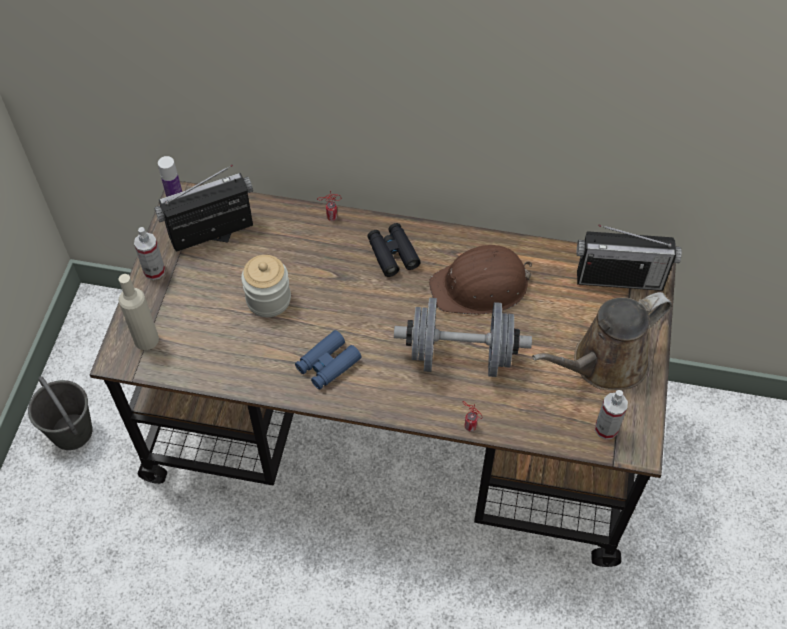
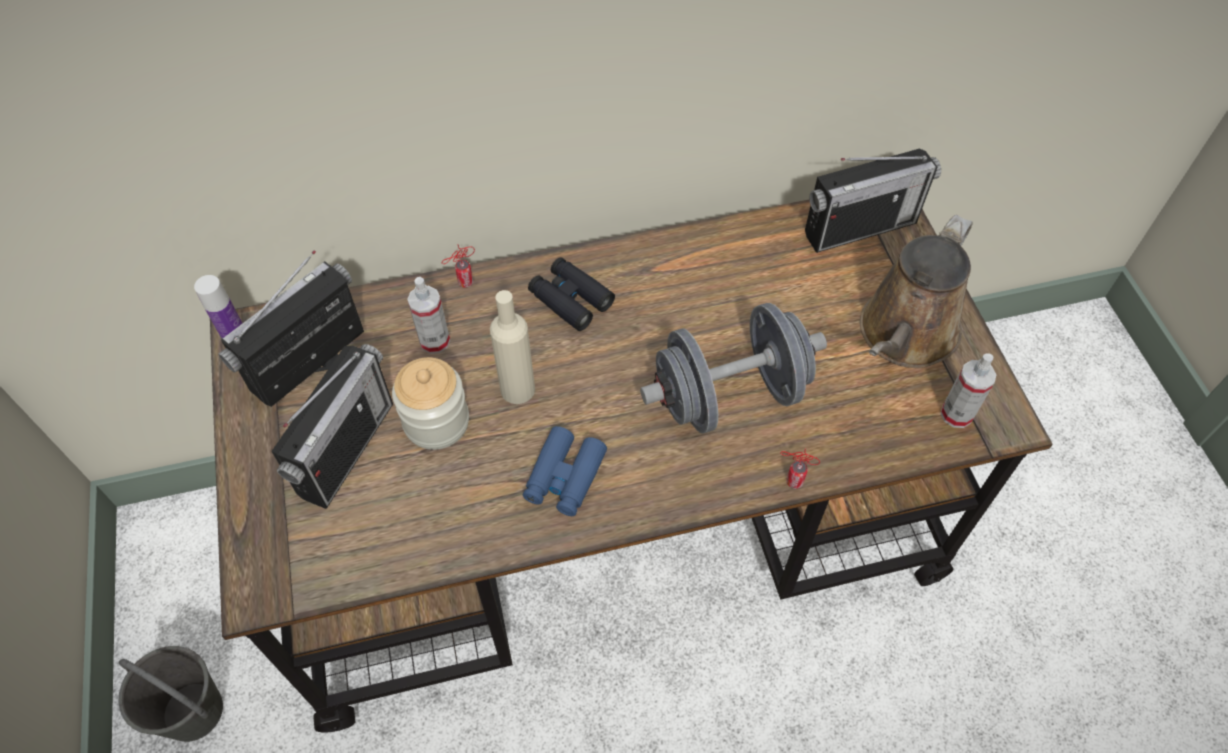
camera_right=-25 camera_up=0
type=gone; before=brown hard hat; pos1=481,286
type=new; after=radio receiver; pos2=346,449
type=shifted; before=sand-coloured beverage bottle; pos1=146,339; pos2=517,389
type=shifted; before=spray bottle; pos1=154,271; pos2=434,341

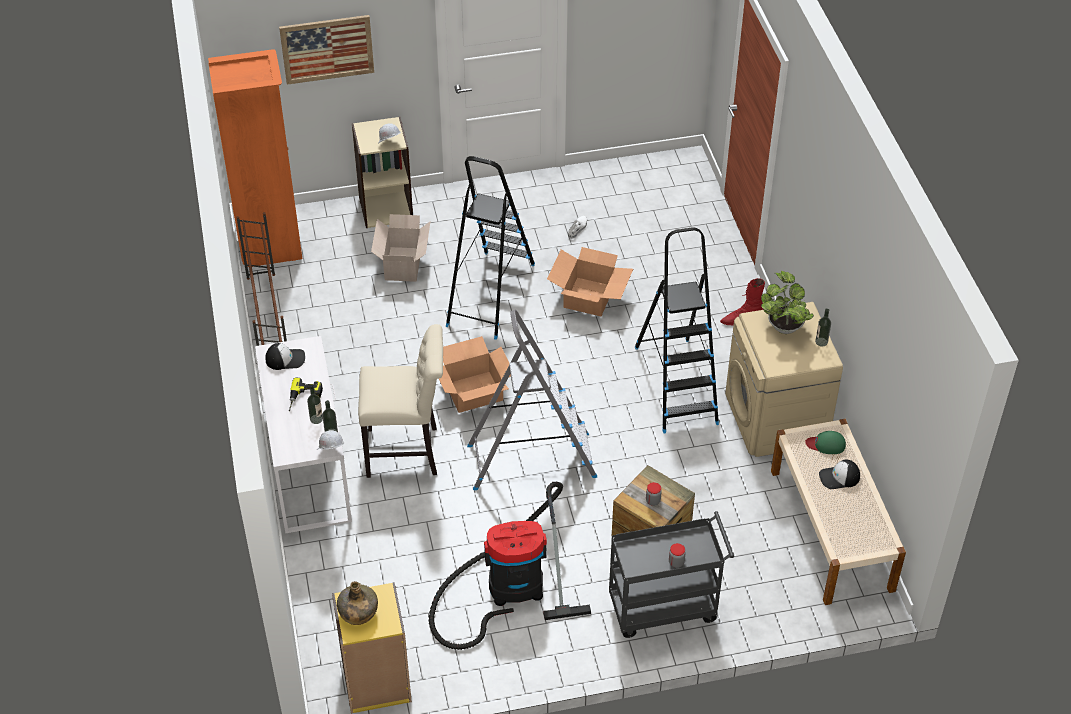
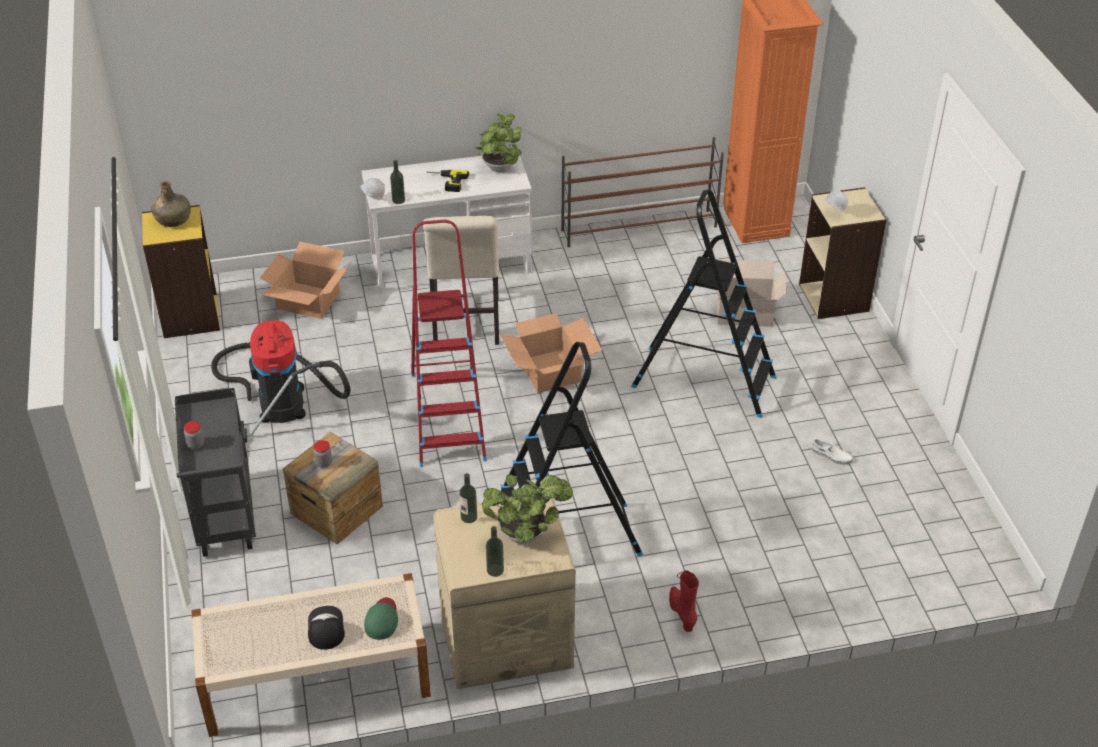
camera_right=90 camera_up=-5
type=gone; before=picture; pos1=327,49
type=shifted; before=beverage bottle; pos1=316,419; pos2=469,517
type=shifted; before=cardboard box; pos1=589,297; pos2=308,301
type=swapped; before=cap; after=houseplant; pos1=285,359; pos2=499,169
type=repainted; before=greyish step stool; after=reddish step stool; pos1=532,461; pos2=448,416

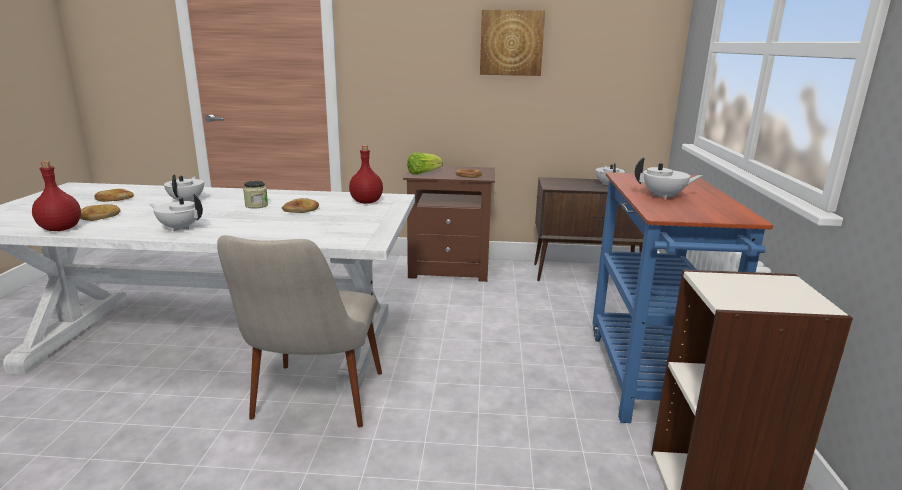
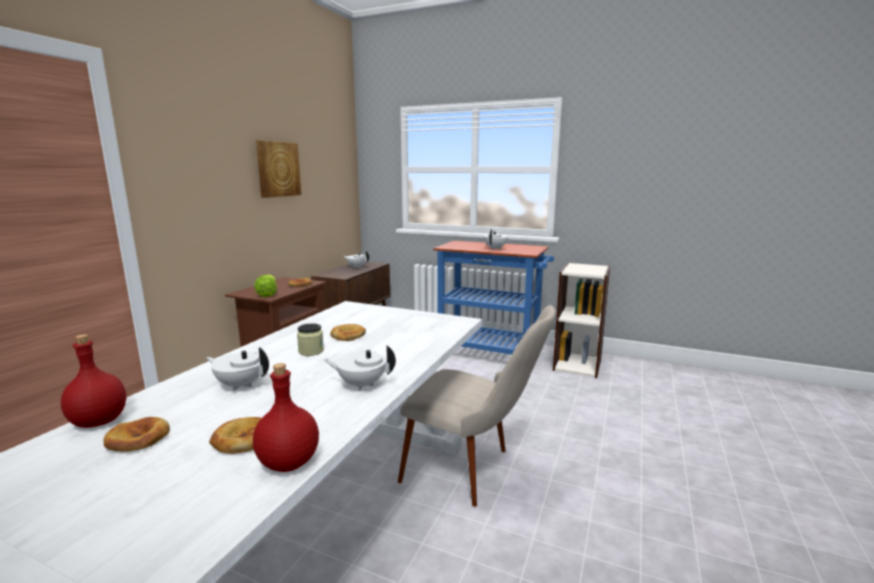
camera_right=-70 camera_up=-5
type=shifted; before=reddish beverage bottle; pos1=367,202; pos2=99,421
type=rotated; before=whitish tea pot; pos1=180,228; pos2=361,384; turn=60

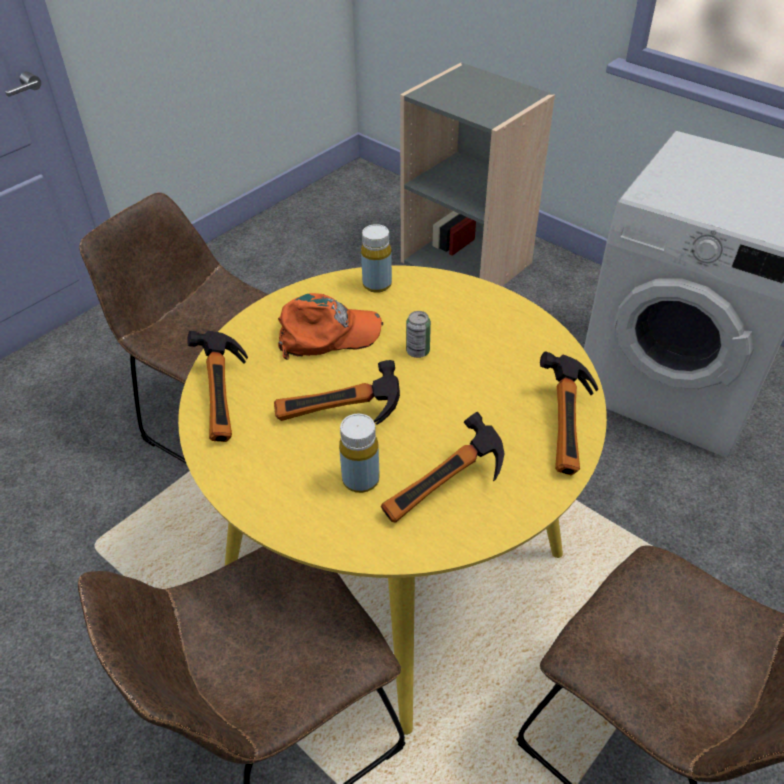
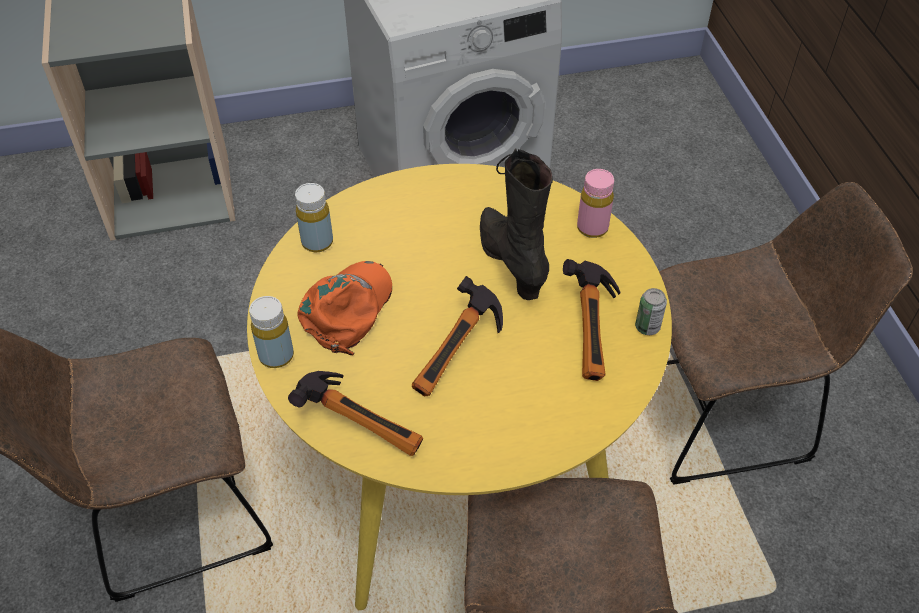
camera_right=-55 camera_up=5
type=new; after=blackish high-top boot; pos2=511,262
type=shifted; before=yellow-coloured beverage bottle; pos1=360,480; pos2=276,356
type=shifted; before=can; pos1=417,351; pos2=647,327
type=swapped; before=tool hammer; after=pink-coloured beverage bottle; pos1=570,428; pos2=592,228

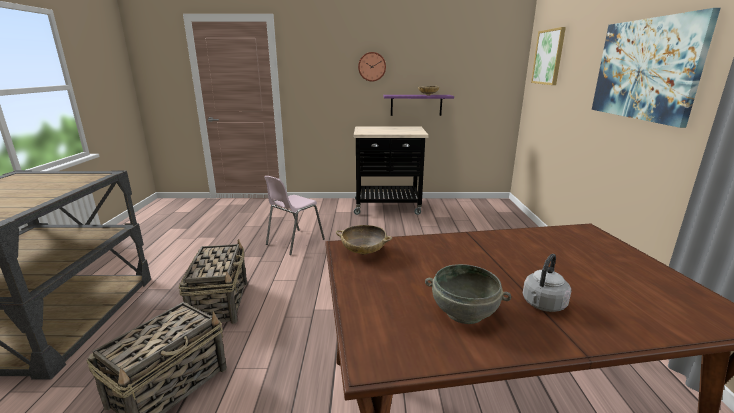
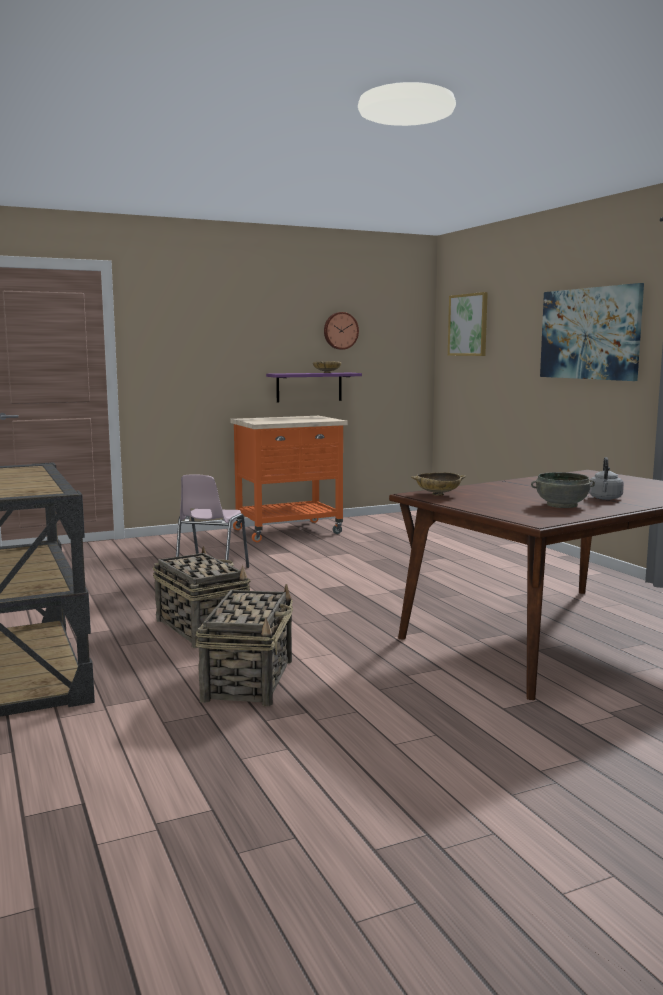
camera_right=-25 camera_up=-10
type=shifted; before=wall clock; pos1=372,66; pos2=340,330
type=repainted; before=blackish trolley; after=orange-coloured trolley; pos1=387,207; pos2=288,531

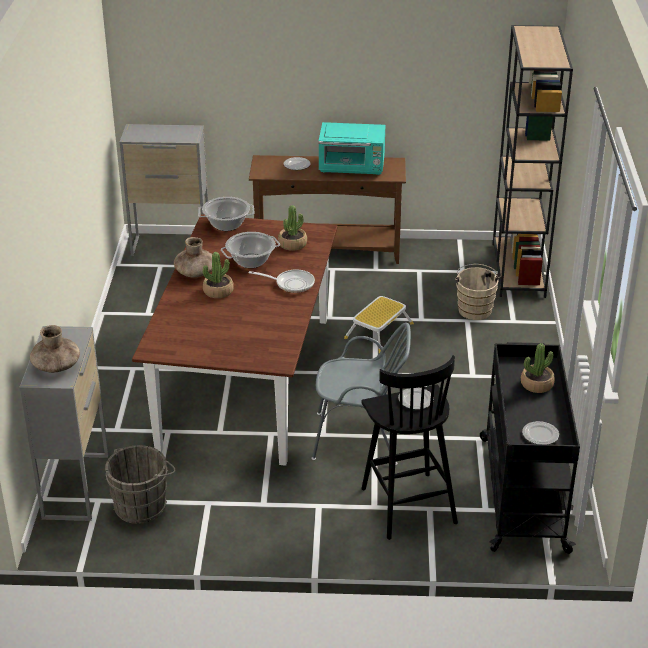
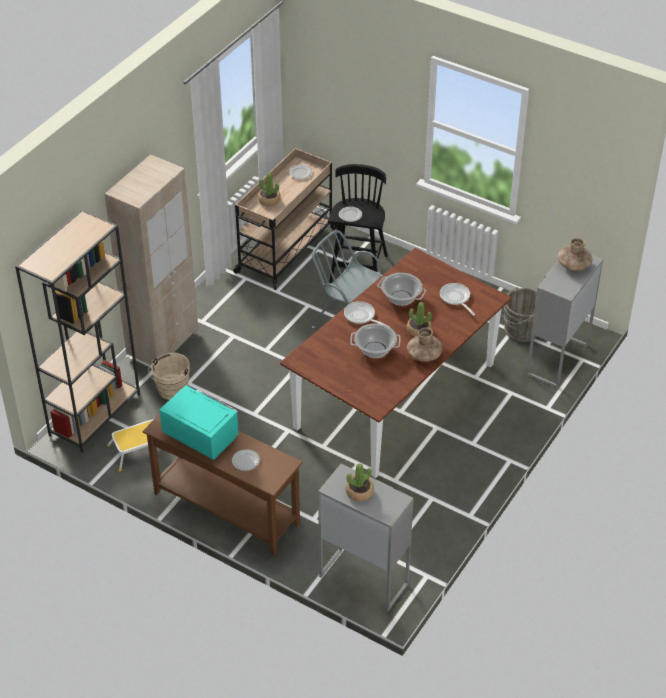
camera_right=-150 camera_up=10
type=new; after=sand-coloured storage cabinet; pos2=163,344
type=new; after=skillet; pos2=456,298
type=shifted; before=saucepot; pos1=226,224; pos2=401,298
type=shifted; before=houseplant; pos1=292,244; pos2=359,492
type=shifted; before=yellow-coloured step stool; pos1=379,331; pos2=139,449
type=repainted; before=blackish trolley; after=sand-coloured trolley; pos1=522,491; pos2=285,251

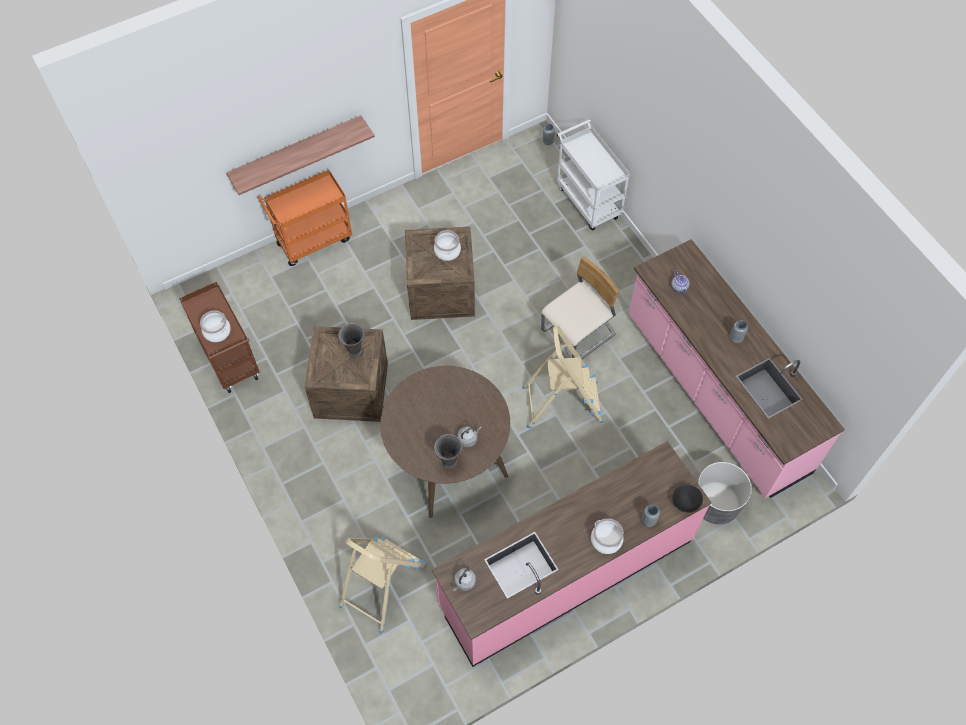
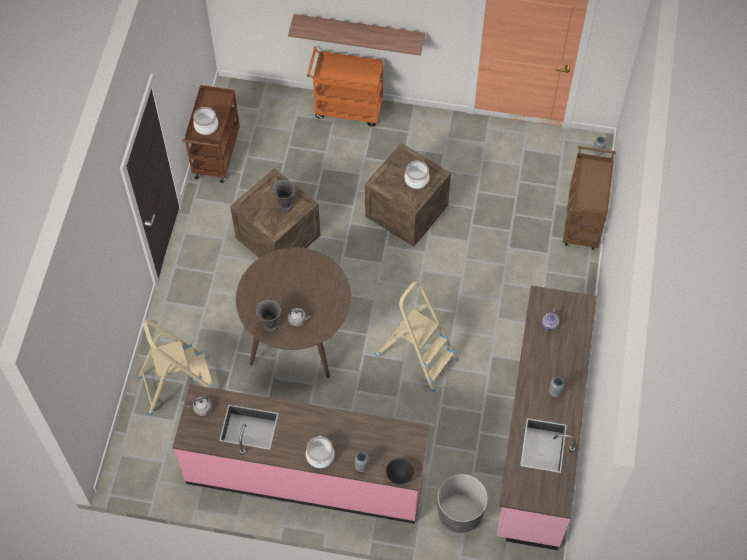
camera_right=40 camera_up=0
type=gone; before=sand-coloured plain chair; pos1=578,334
type=repainted; before=whitish trolley; after=brown trolley; pos1=586,202; pos2=582,221

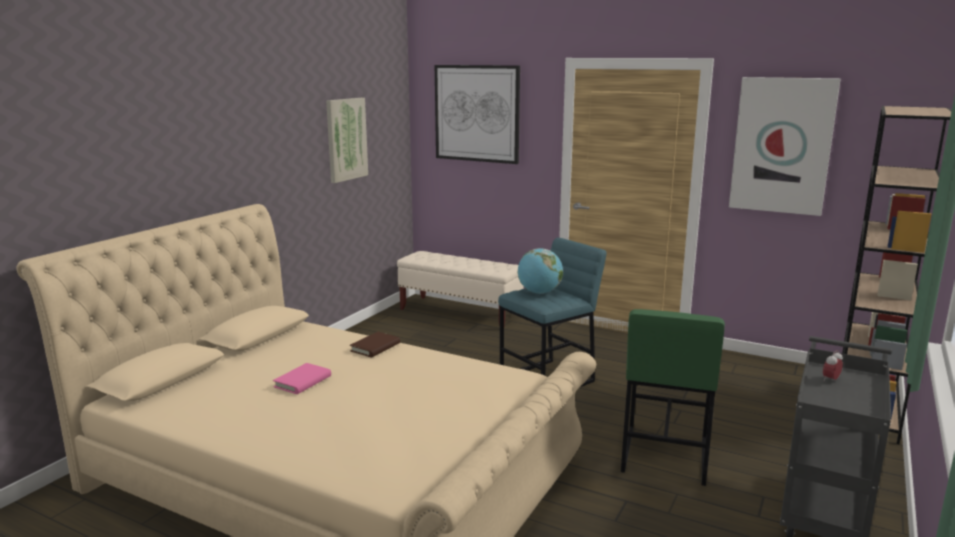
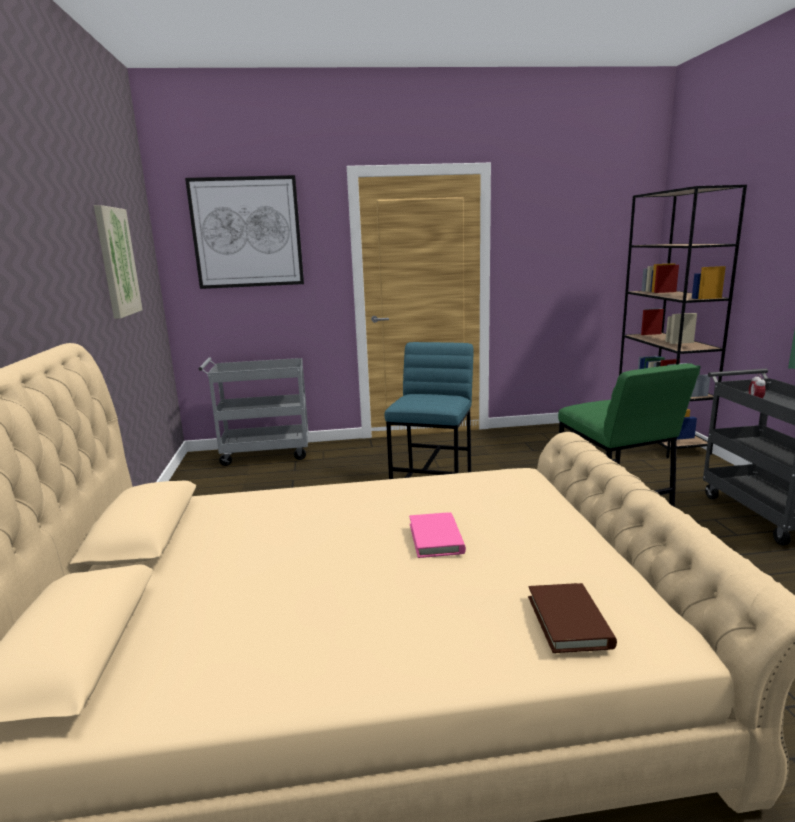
camera_right=-35 camera_up=0
type=gone; before=world globe; pos1=539,293
type=gone; before=picture; pos1=782,145
type=shifted; before=pink-coloured book; pos1=303,381; pos2=436,538
type=shifted; before=brown book; pos1=375,347; pos2=569,621
type=swapped; before=sand-coloured long seat; after=greyish trolley; pos1=460,313; pos2=263,456

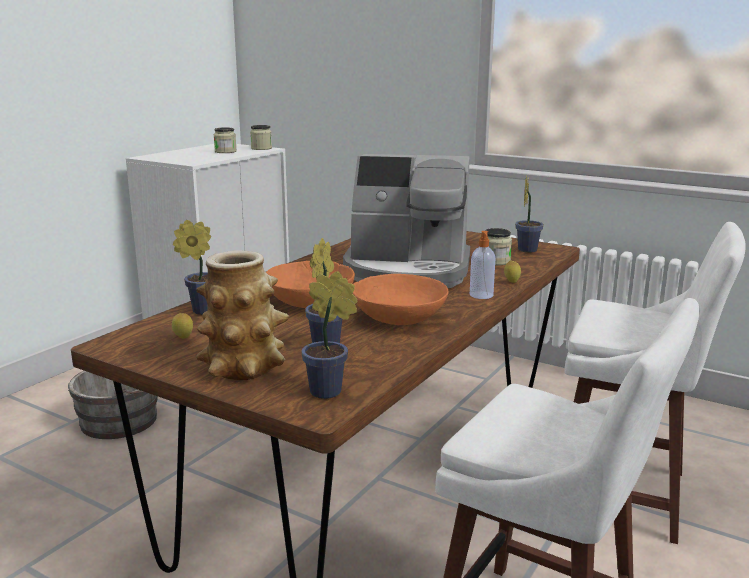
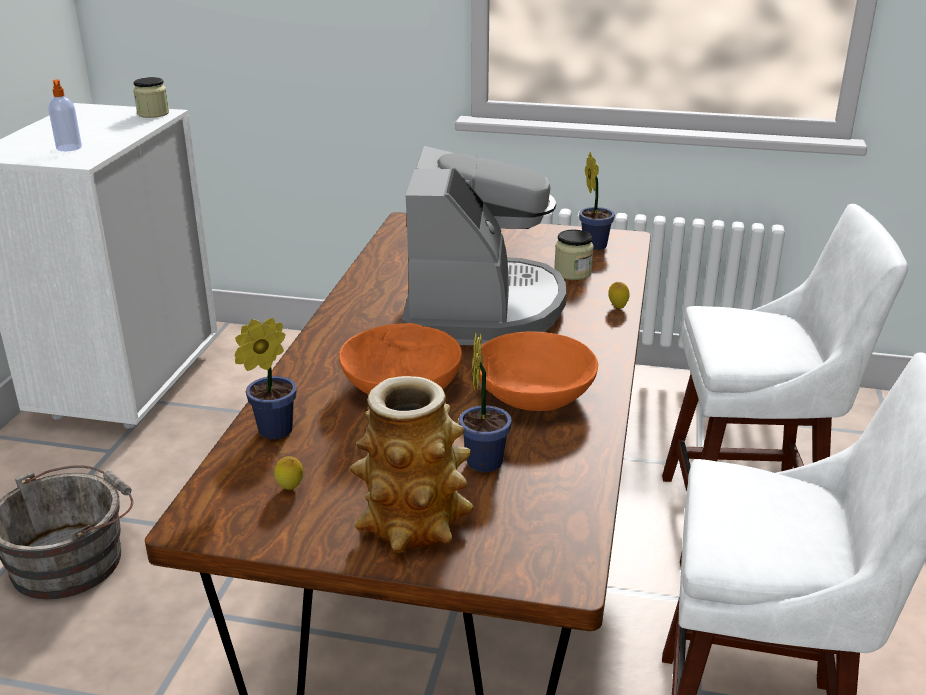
camera_right=-20 camera_up=10
type=gone; before=storage jar; pos1=225,151
type=gone; before=houseplant; pos1=330,392
type=shifted; before=soap dispenser; pos1=481,295; pos2=69,148
type=rotated; before=coffee maker; pos1=408,271; pos2=481,308; turn=-75

